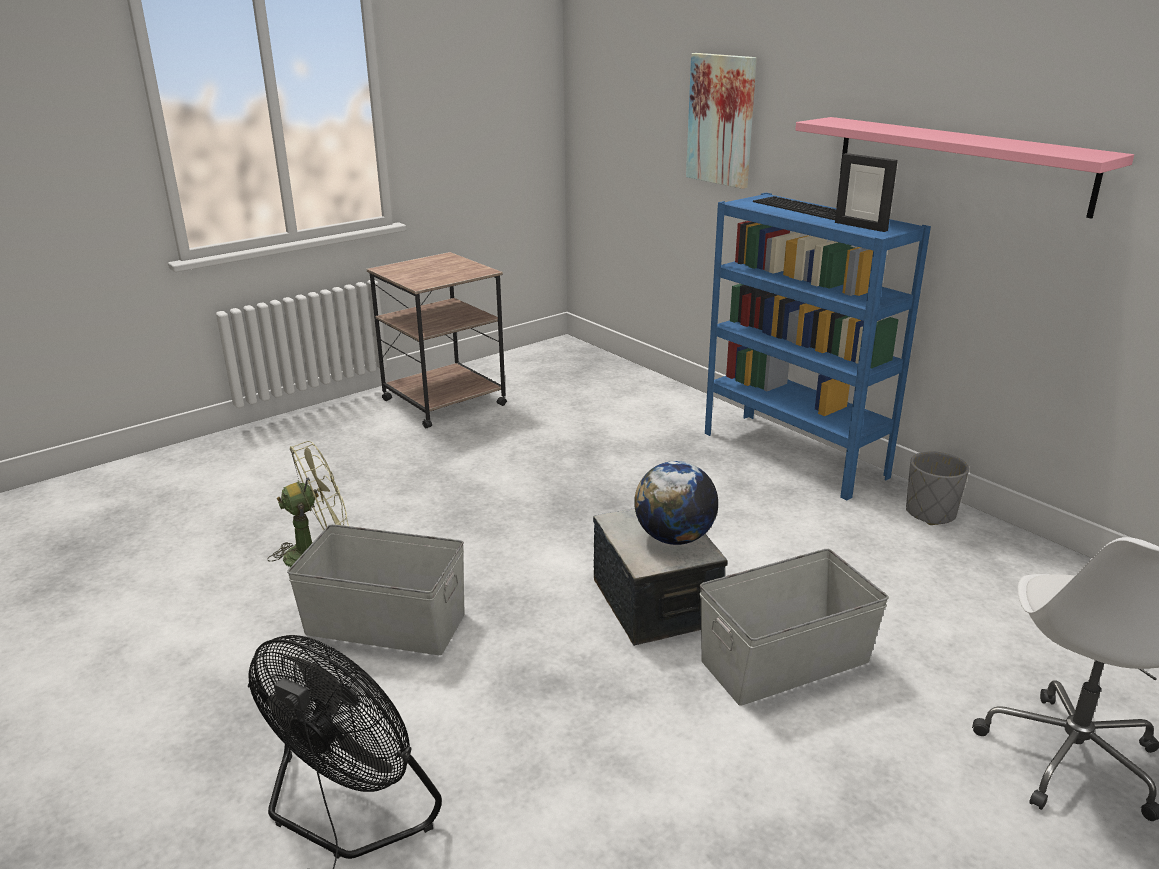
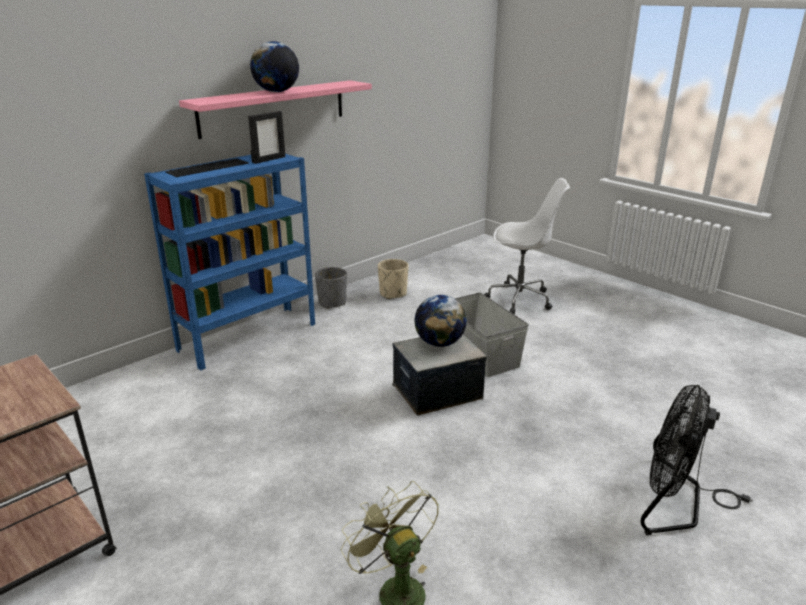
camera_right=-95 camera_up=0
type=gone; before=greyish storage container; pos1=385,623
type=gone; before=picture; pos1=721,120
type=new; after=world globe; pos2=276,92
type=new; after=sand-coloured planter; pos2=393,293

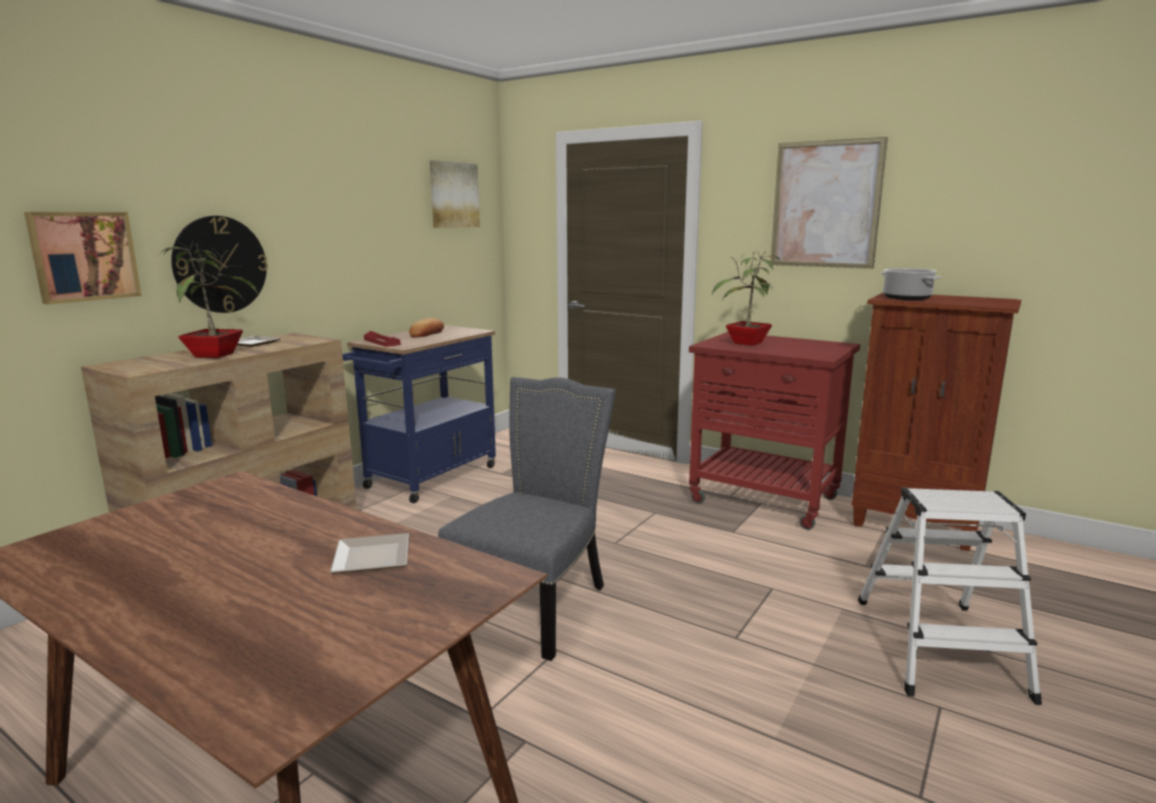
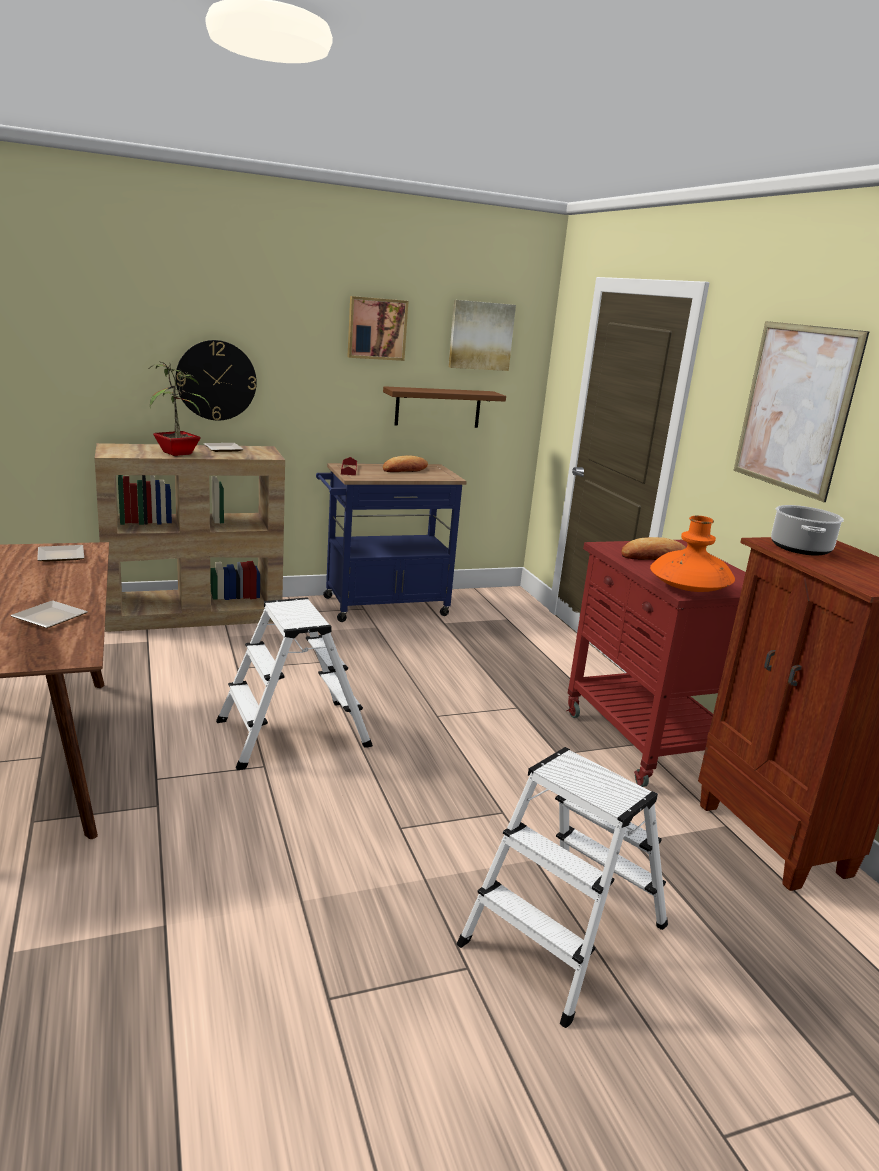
camera_right=35 camera_up=5
type=new; after=plate; pos2=62,555
type=new; after=brown wall shelf; pos2=438,407
type=new; after=orange-coloured vase; pos2=688,587
type=shifted; before=picture; pos1=84,256; pos2=376,328
type=swapped; before=greyish plain chair; after=whitish step stool; pos1=533,610; pos2=293,733
type=swapped; before=houseplant; after=bakery bread; pos1=746,343; pos2=652,556

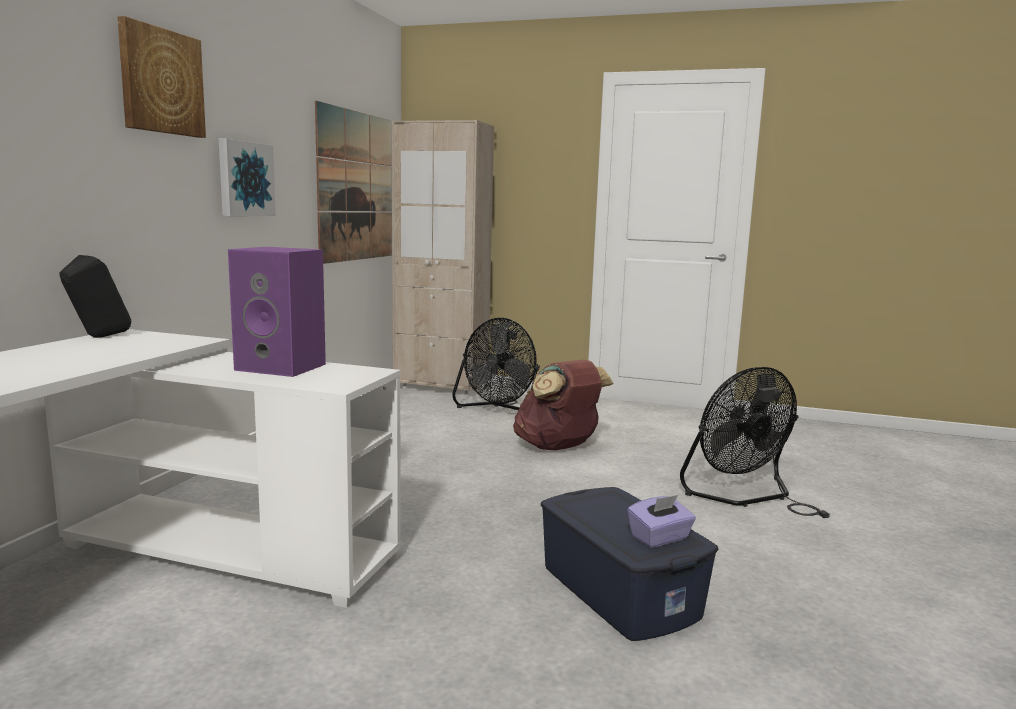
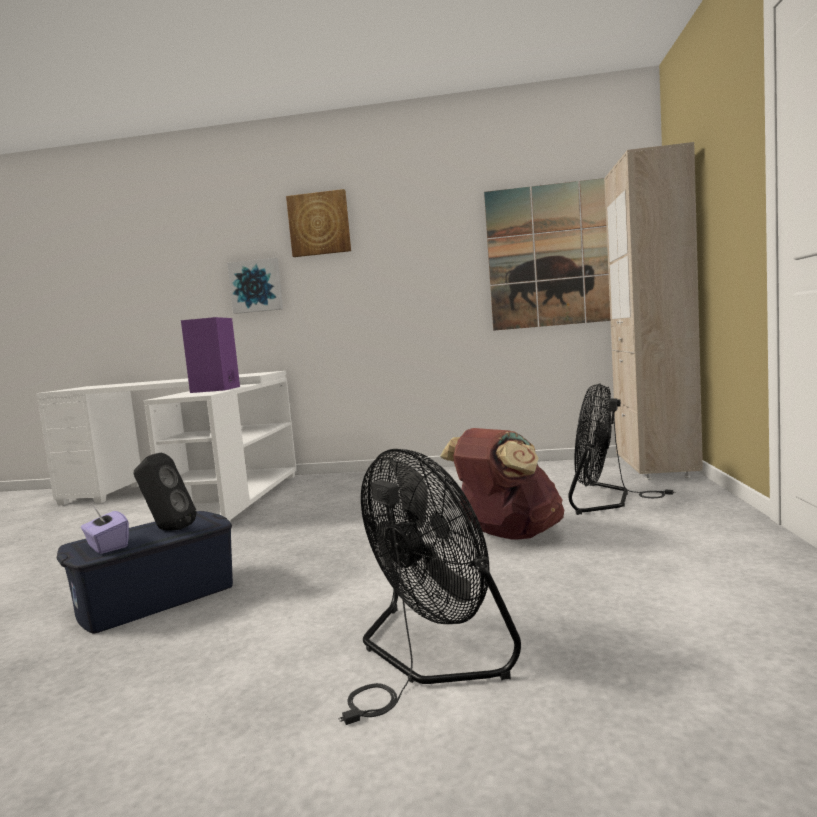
camera_right=80 camera_up=-5
type=shifted; before=blackish loudspeaker; pos1=97,337; pos2=167,530
type=shifted; before=picture; pos1=244,179; pos2=256,286

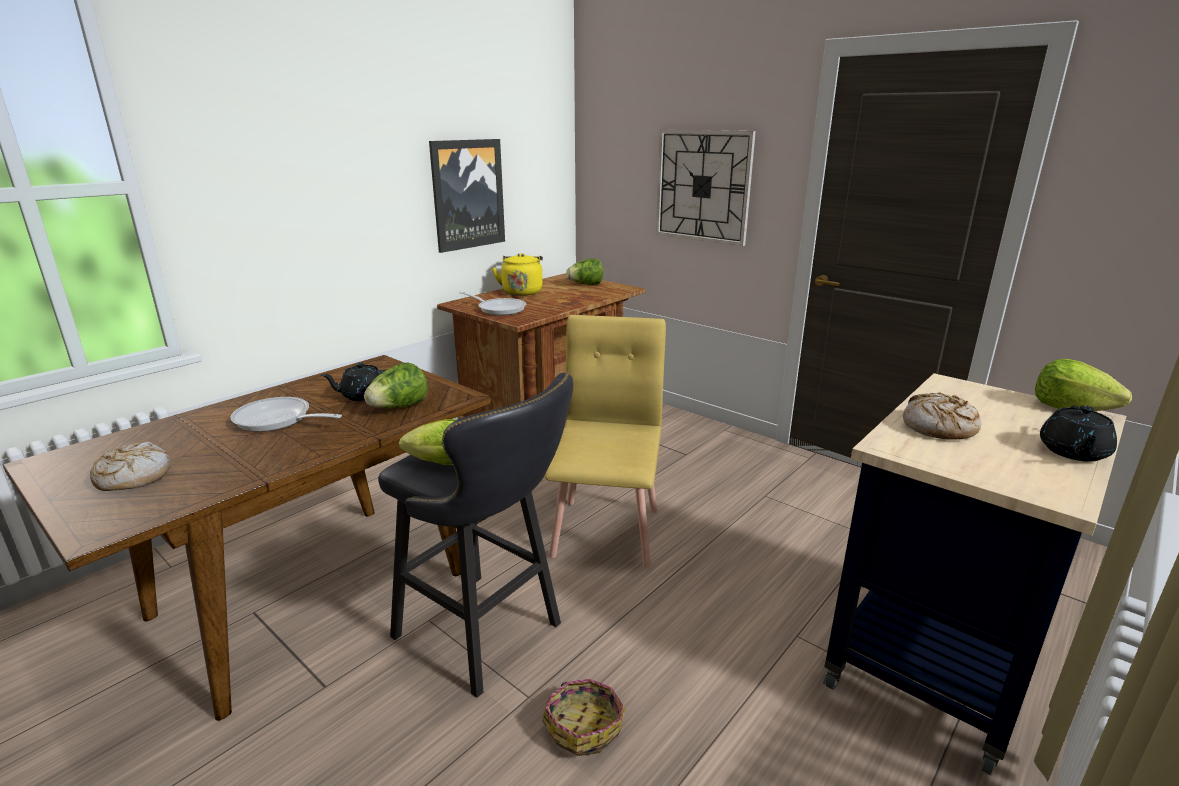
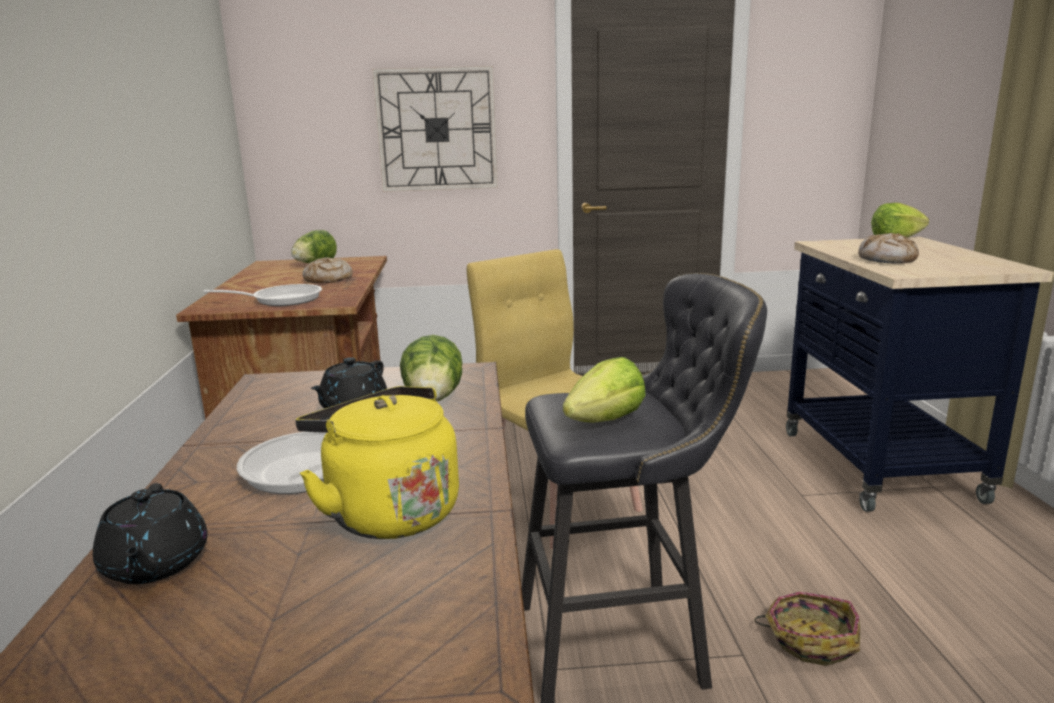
camera_right=-45 camera_up=-5
type=gone; before=picture; pos1=467,194
type=shifted; before=bakery bread; pos1=133,477; pos2=328,280
type=shifted; before=yellow-coloured tea kettle; pos1=522,292; pos2=388,512
type=shifted; before=blackish tea pot; pos1=1073,452; pos2=155,565

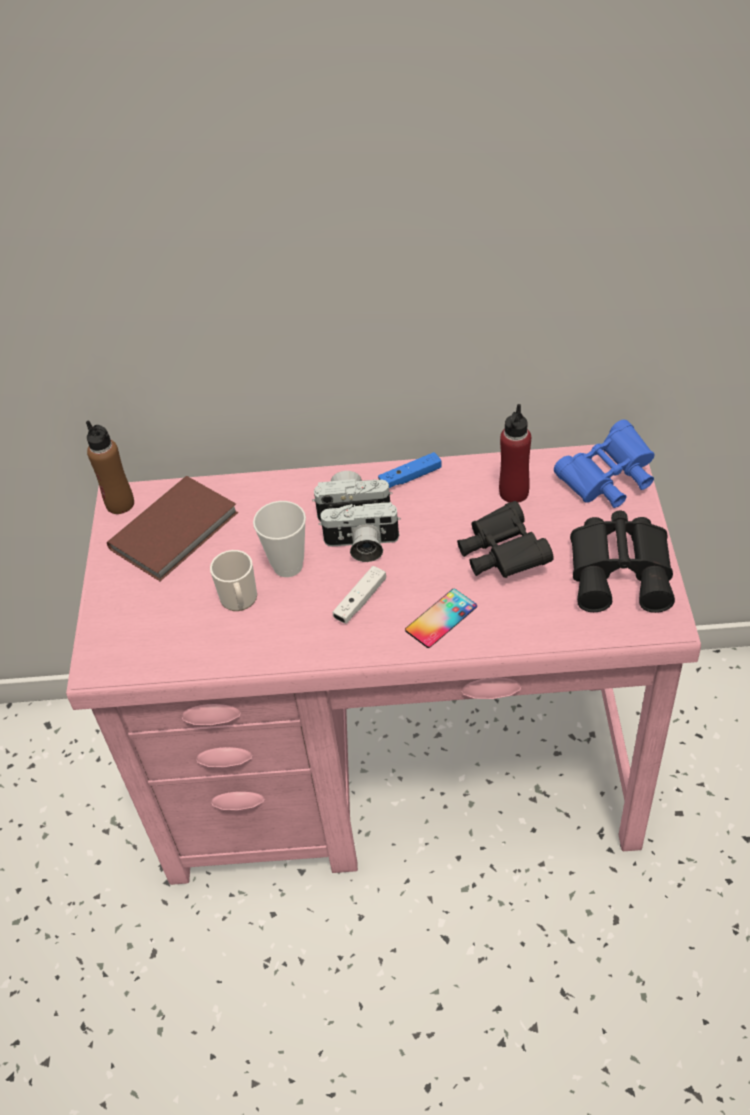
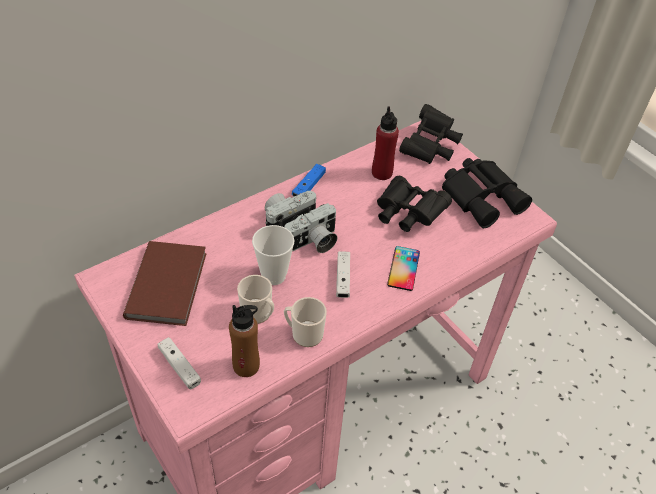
camera_right=-40 camera_up=0
type=new; after=whitish game controller; pos2=179,367
type=new; after=coffee mug; pos2=304,333
type=shifted; before=brown beverage bottle; pos1=120,504; pos2=246,366
type=repainted; before=blue field glasses; after=blackish field glasses; pos1=607,481; pos2=430,146

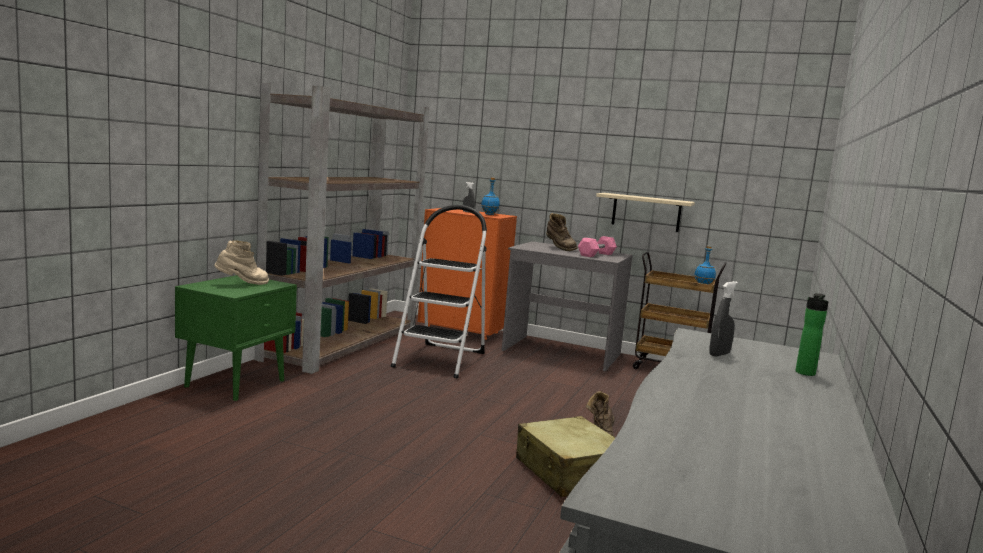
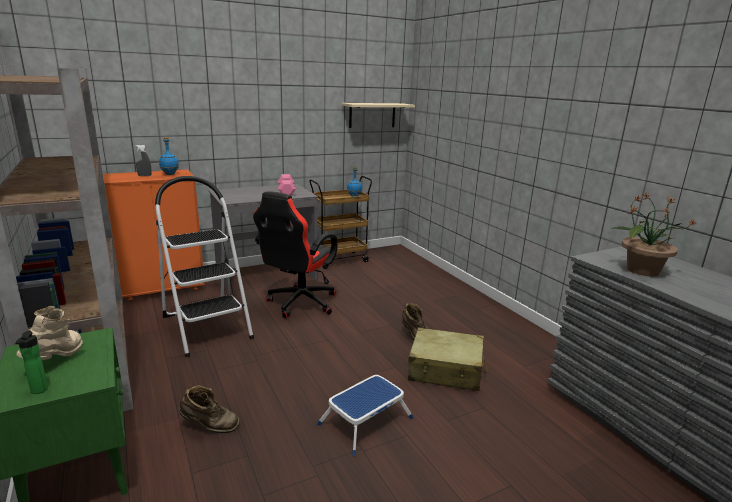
camera_right=-50 camera_up=10
type=new; after=blackish desk chair; pos2=298,305
type=new; after=blue step stool; pos2=366,421
type=shifted; before=brown high-top boot; pos1=559,248; pos2=209,427
type=shifted; before=sand-coloured wall shelf; pos1=646,212; pos2=372,115
type=shifted; before=beverage bottle; pos1=804,373; pos2=38,391
type=swapped; before=greyish spray bottle; after=houseplant; pos1=719,354; pos2=641,270

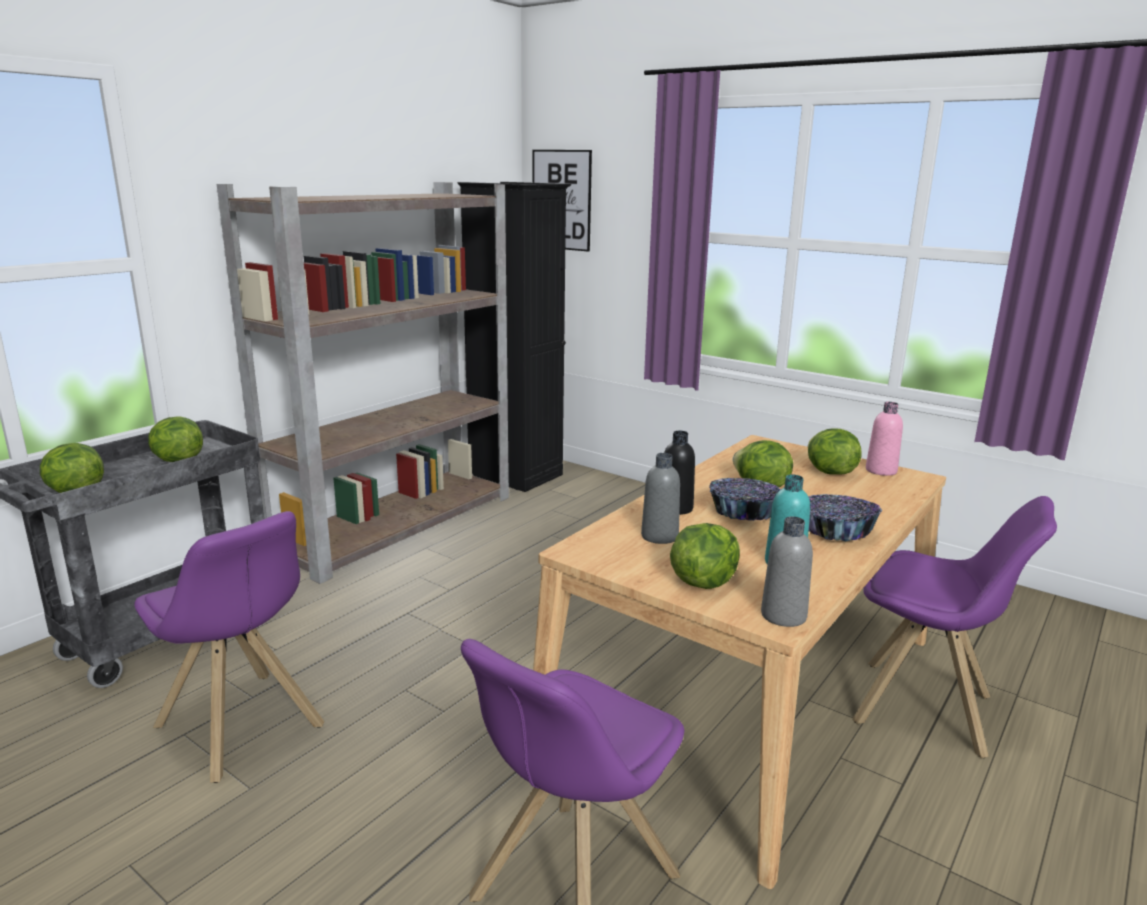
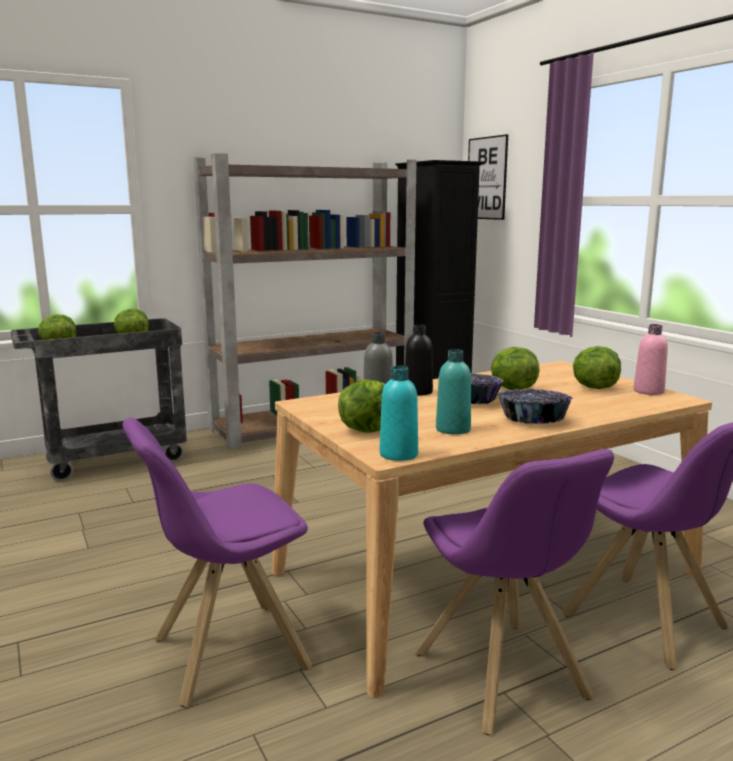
camera_right=25 camera_up=-5
type=shifted; before=purple plain chair; pos1=241,725; pos2=502,675
type=repainted; before=greyish beverage bottle; after=turquoise-coloured beverage bottle; pos1=783,616; pos2=398,454

